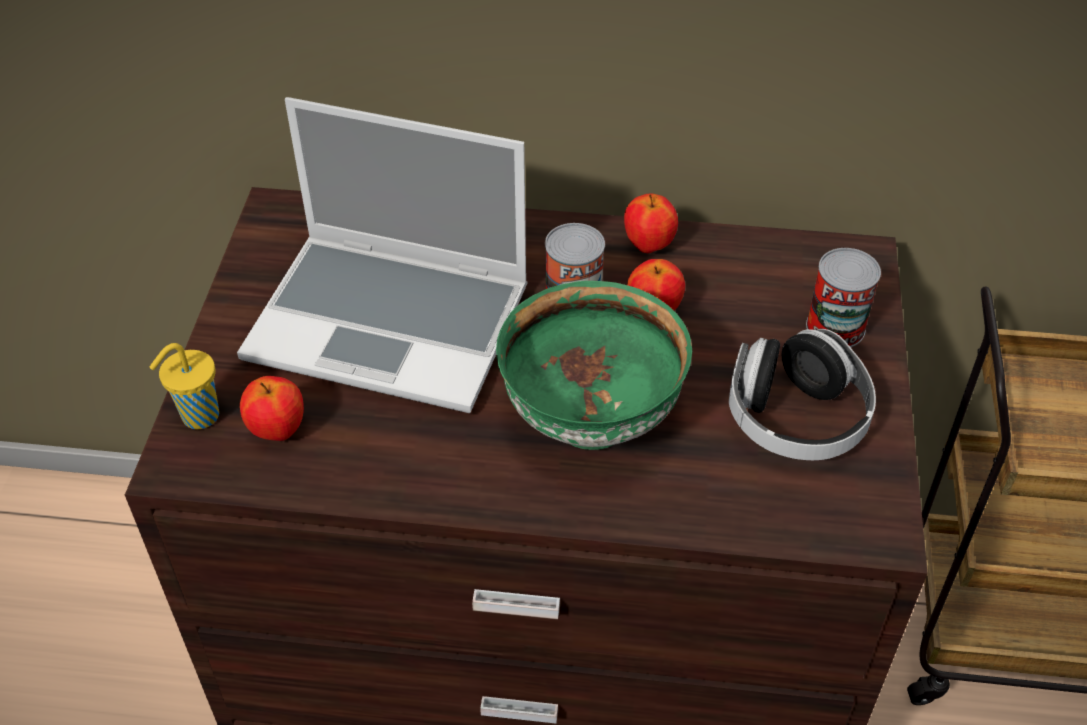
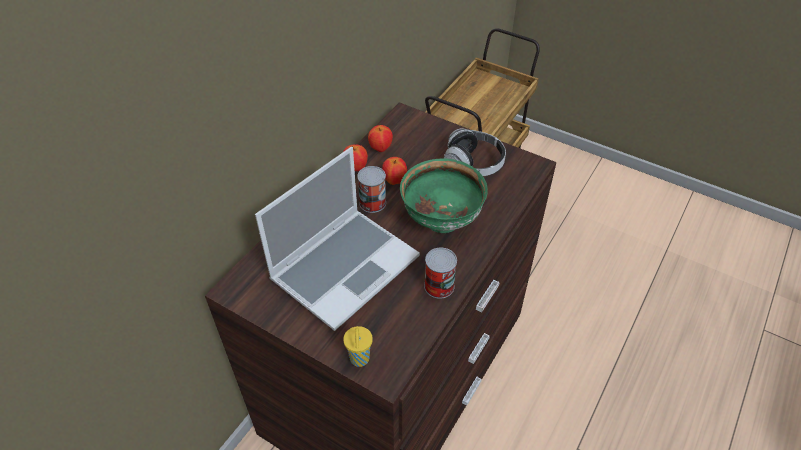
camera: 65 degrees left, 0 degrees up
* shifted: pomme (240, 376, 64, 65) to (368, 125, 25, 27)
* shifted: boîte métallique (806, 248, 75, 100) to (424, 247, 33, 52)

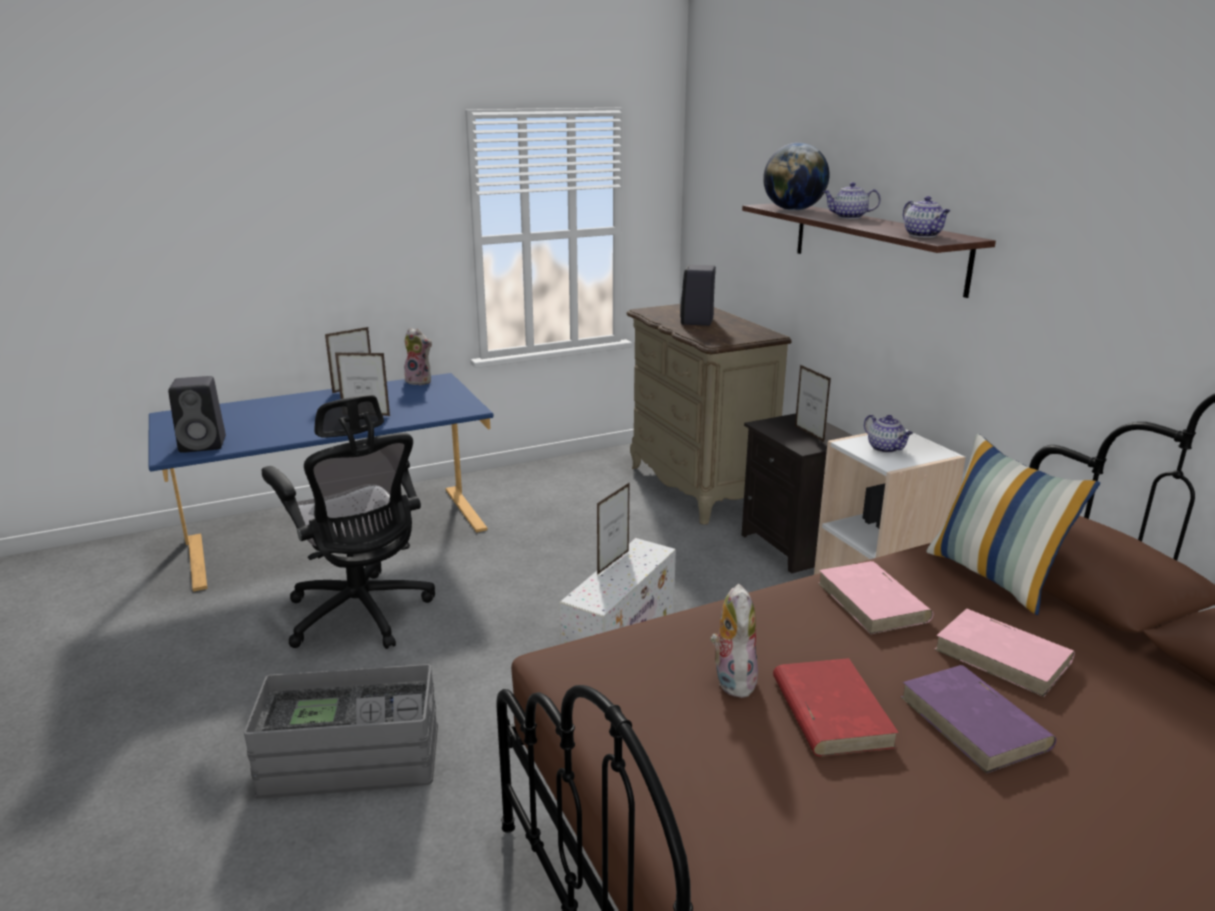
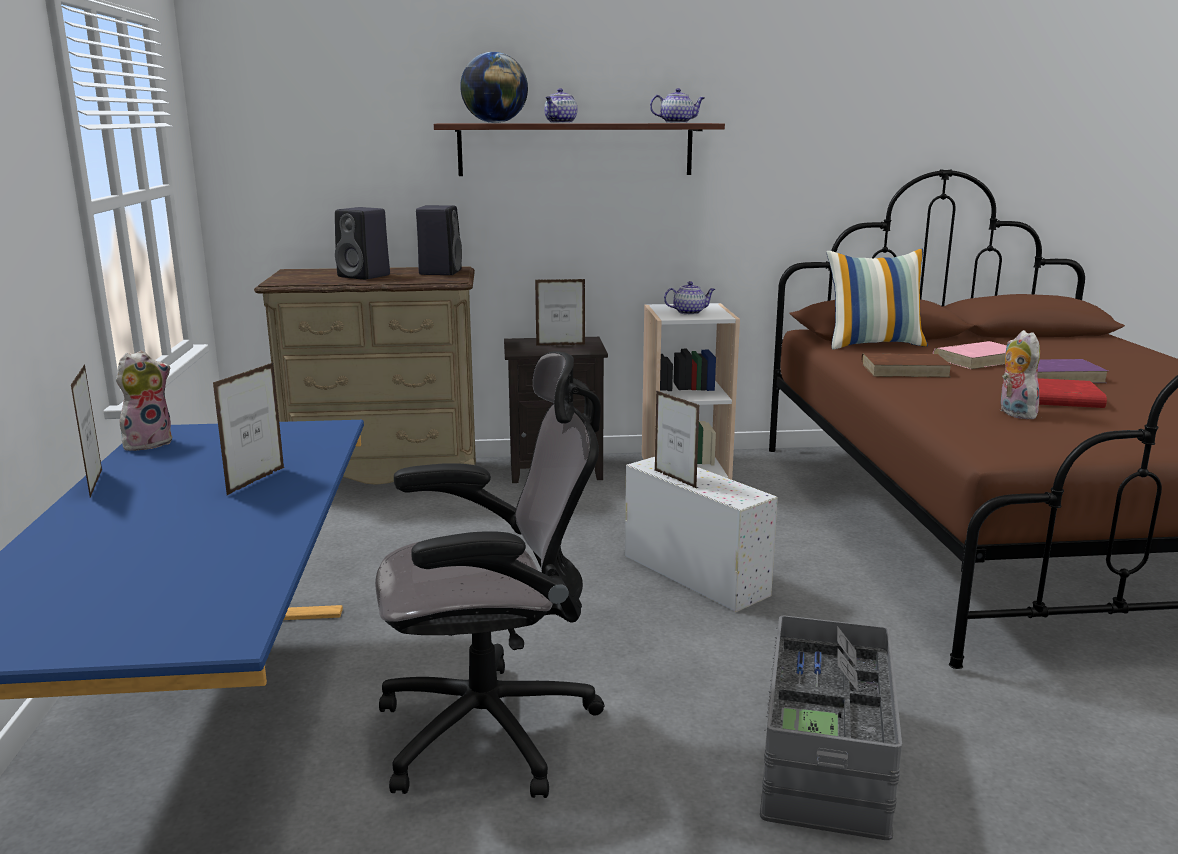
camera: 70 degrees left, 5 degrees down
* shifted: enceinte (noir) (168, 376, 58, 77) to (416, 205, 46, 70)
* repainted: livre (rose) (818, 561, 115, 74) to livre (marron) (861, 353, 91, 24)
* rotated: peluche (710, 584, 48, 114) = (1001, 330, 39, 89) 60 degrees clockwise

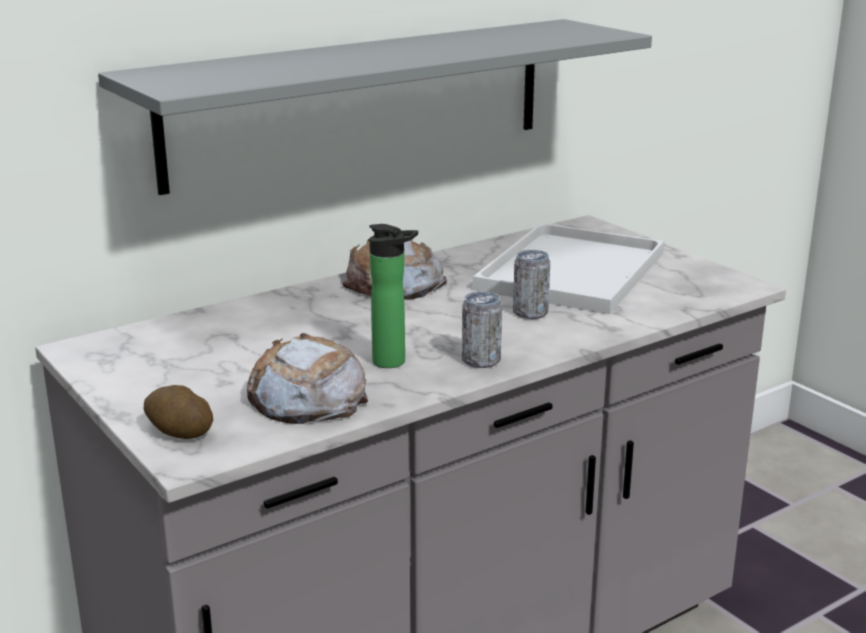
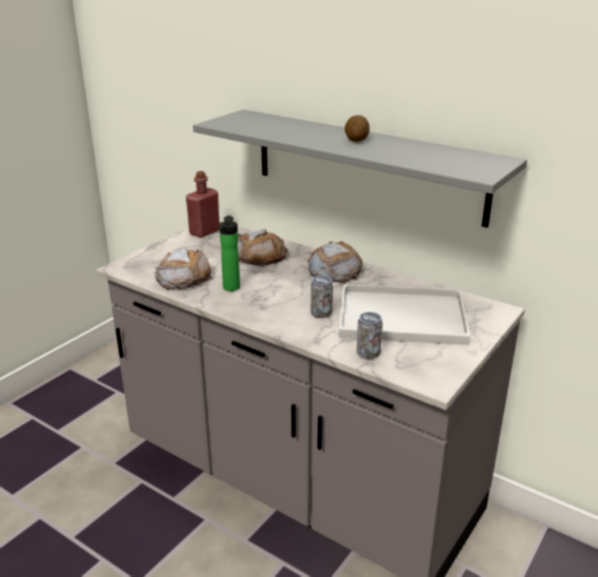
camera: 70 degrees right, 5 degrees up
* new: bouteille (rouge) (186, 171, 34, 67)
* new: pain (238, 229, 50, 38)
* shifted: pomme de terre (144, 385, 69, 54) to (345, 115, 25, 27)
* shifted: boîte métallique (462, 291, 40, 77) to (357, 312, 26, 47)

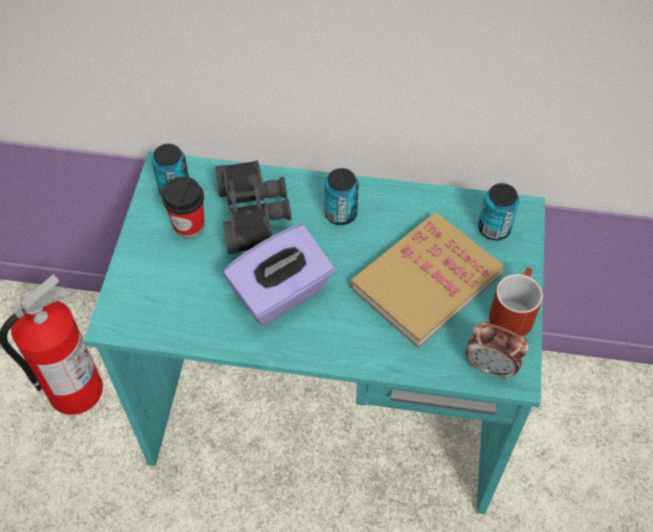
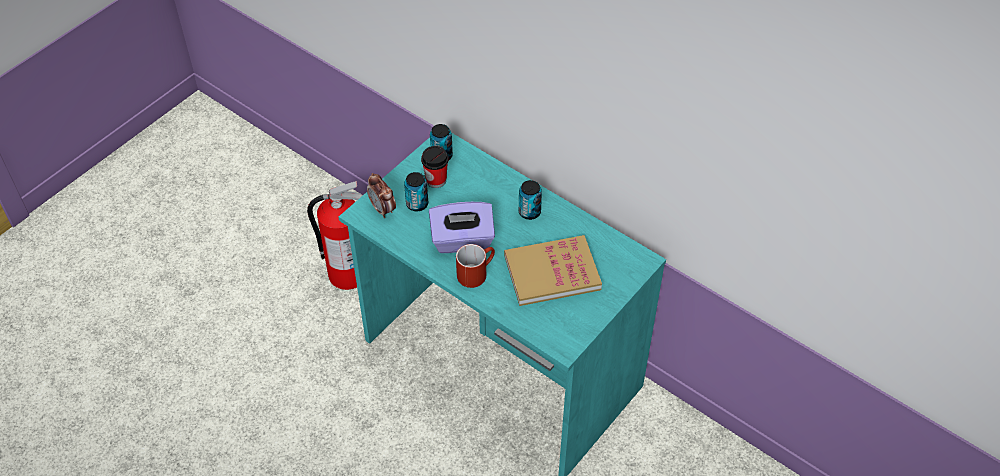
camera: 30 degrees right, 5 degrees down
* gone: jumelles (noir) (215, 160, 76, 94)
* shifted: réveil (466, 322, 63, 58) to (367, 173, 29, 45)
* shifted: boîte métallique (478, 183, 41, 57) to (404, 172, 24, 39)
* shifted: mug (rouge) (489, 268, 54, 68) to (456, 244, 39, 44)

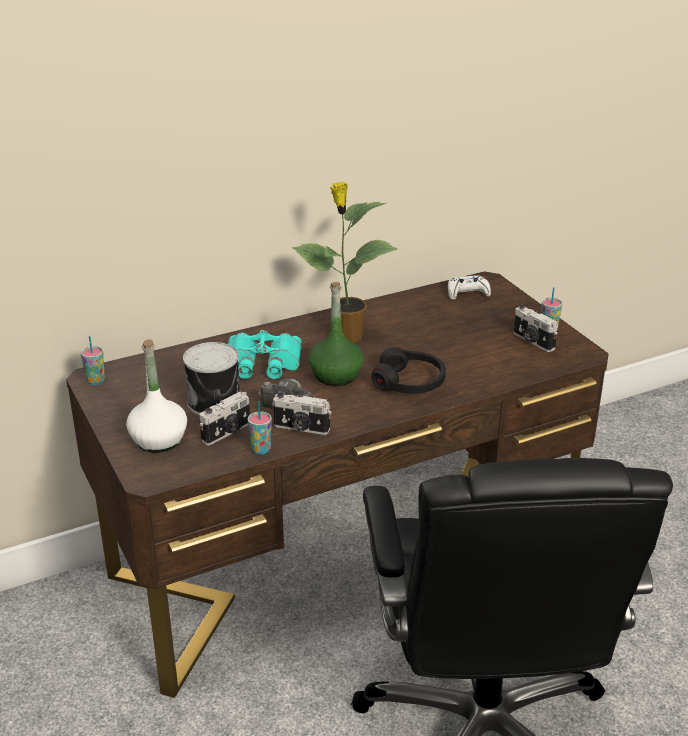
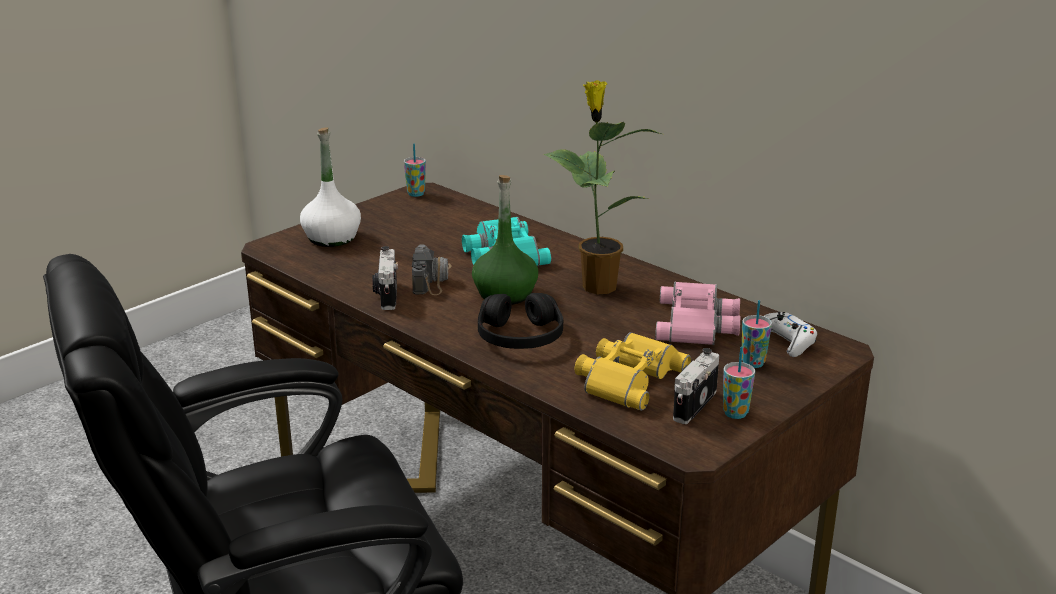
camera: 70 degrees right, 5 degrees down
* gone: boîte métallique (183, 342, 57, 73)
* gone: appareil photo (199, 392, 51, 53)
* new: jumelles (jaune) (575, 332, 116, 79)
* new: jumelles (rose) (655, 282, 85, 63)
* shifted: tasse (248, 401, 24, 54) to (742, 300, 30, 68)

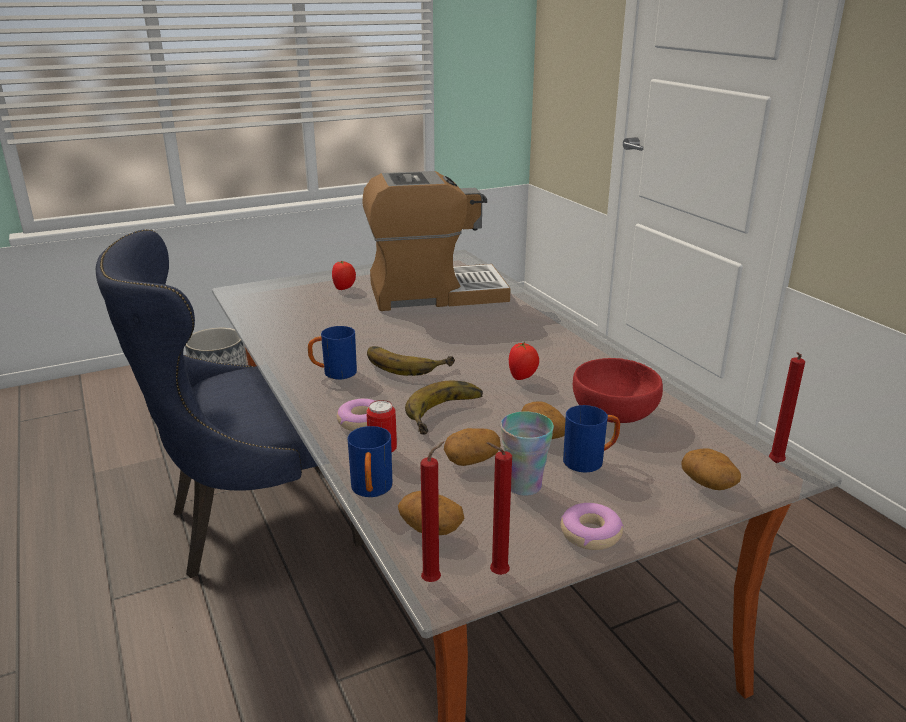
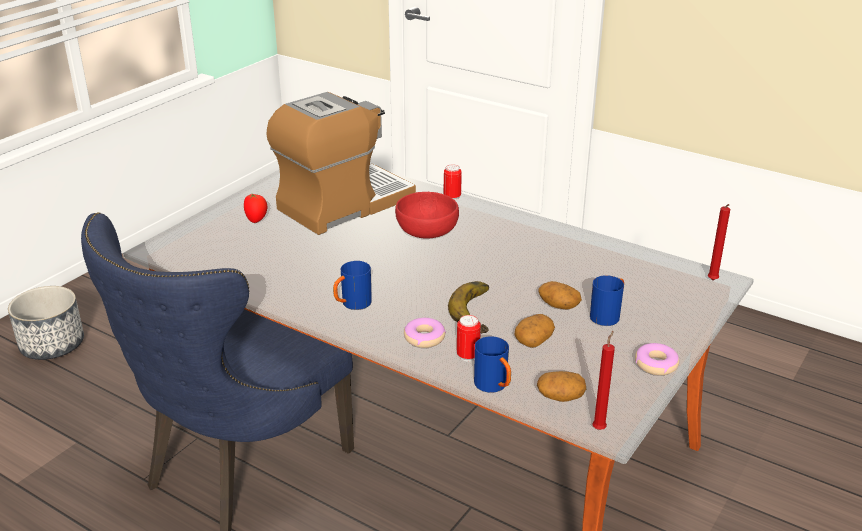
camera: 30 degrees left, 5 degrees up
* gone: banane (367, 346, 88, 30)
* gone: bougie (rouge) (487, 442, 25, 133)
* gone: tasse (501, 412, 53, 84)
* gone: tomate (509, 342, 30, 38)
* gone: pomme de terre (681, 448, 60, 42)
* new: boîte métallique (444, 164, 18, 36)
* shifted: bol (rouge) (573, 358, 90, 65) to (395, 192, 64, 46)

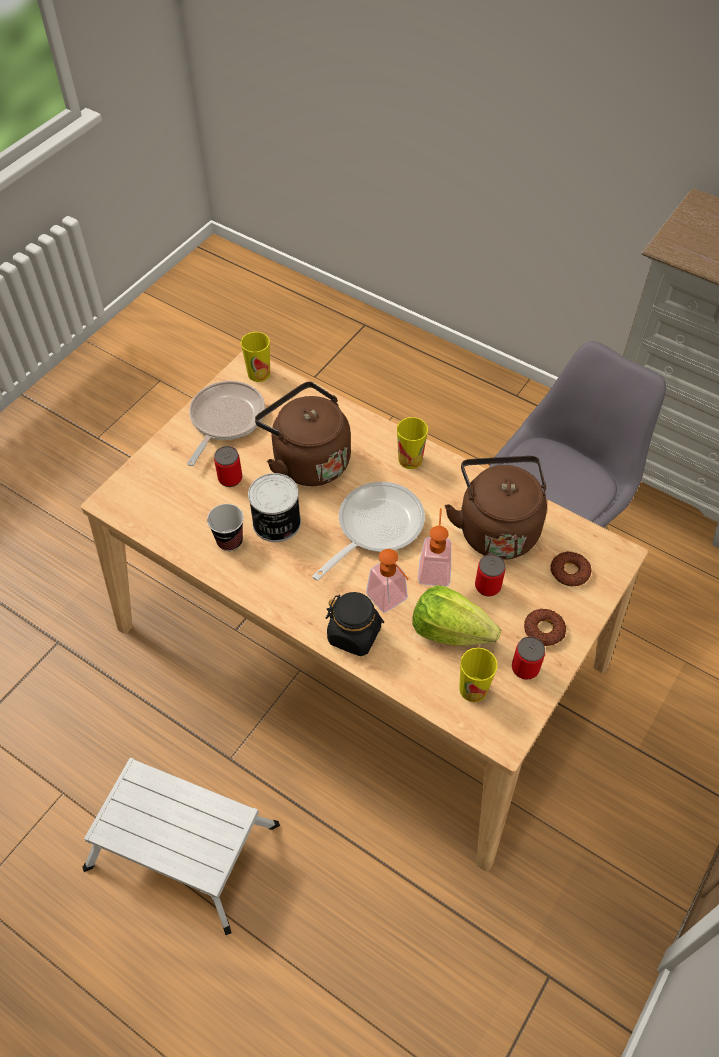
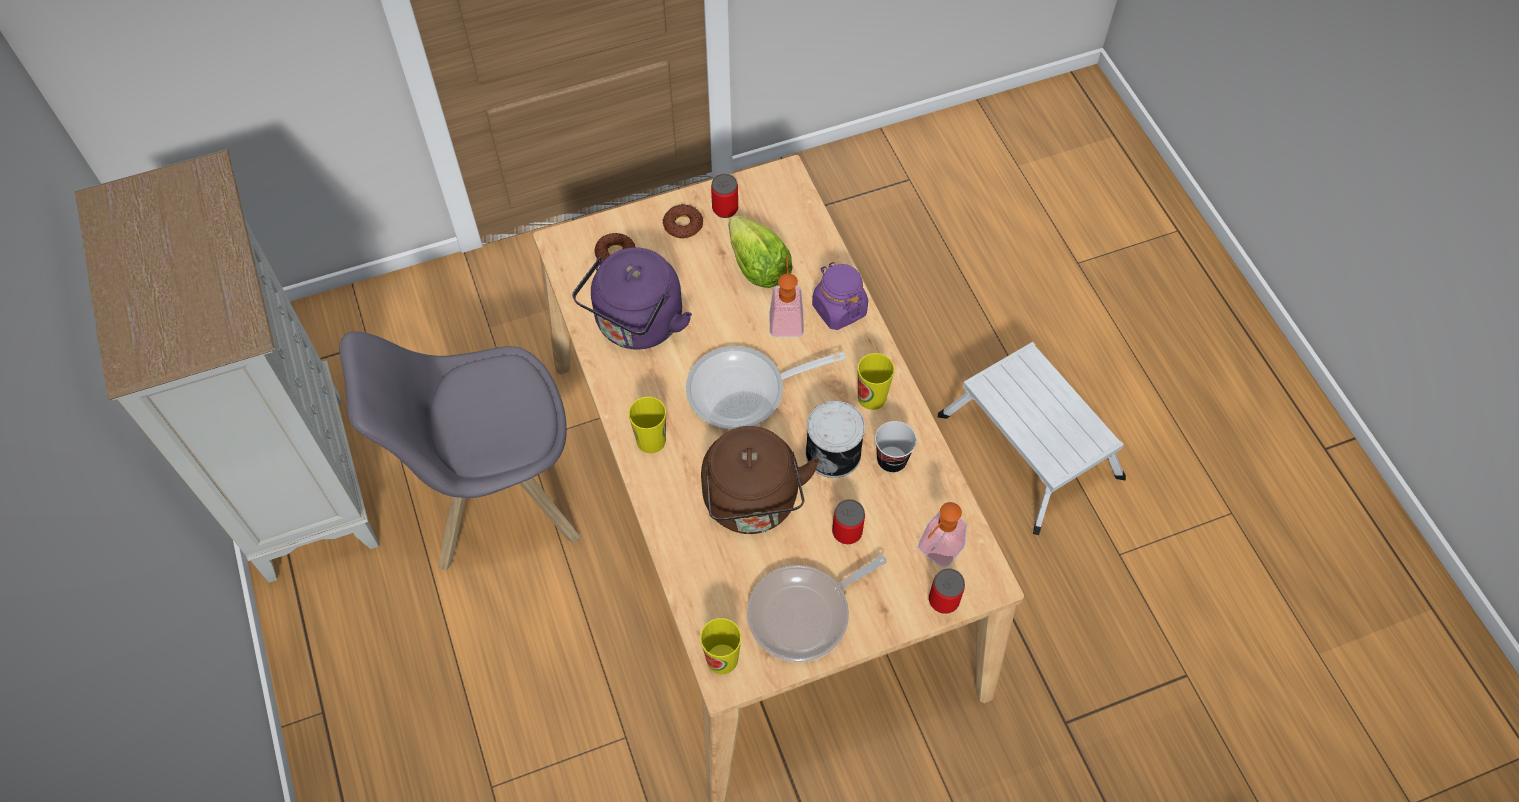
camera: 145 degrees left, 5 degrees up
* shifted: distributeur de savon (418, 508, 33, 78) to (918, 502, 49, 66)
* shifted: tasse (459, 647, 39, 55) to (858, 353, 37, 57)
* shifted: boîte métallique (475, 554, 31, 42) to (929, 568, 36, 46)
* repainted: bocal (noir) (326, 592, 58, 64) to bocal (violet) (812, 262, 56, 68)
* repainted: bouilloire (marron) (445, 456, 102, 104) to bouilloire (violet) (572, 247, 120, 103)

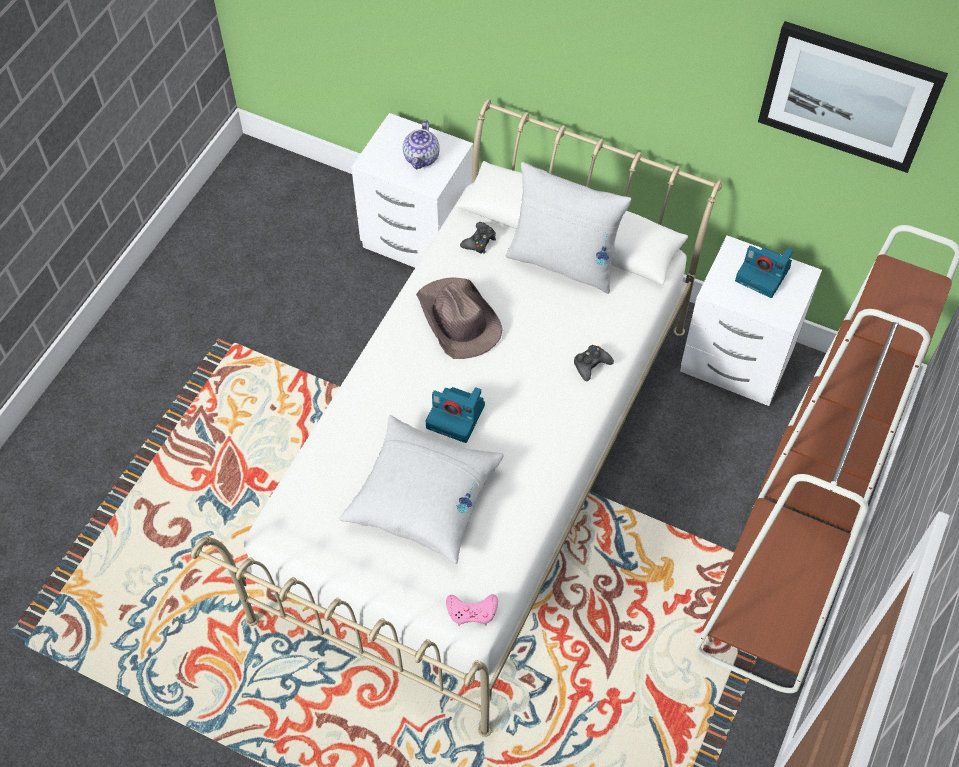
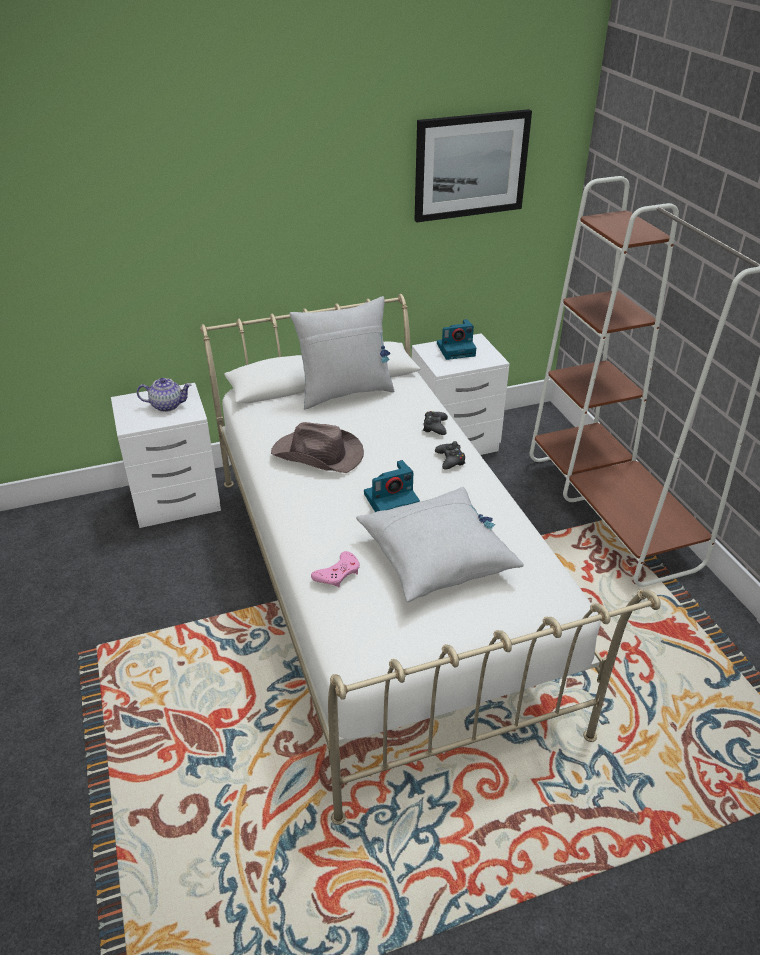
camera: 45 degrees left, 20 degrees down
* shifted: manette (rose) (446, 594, 52, 32) to (311, 551, 49, 37)
* shifted: manette (noir) (460, 222, 36, 32) to (435, 441, 30, 29)
* rotated: théière (403, 120, 37, 49) = (137, 378, 55, 34) 60 degrees counterclockwise

